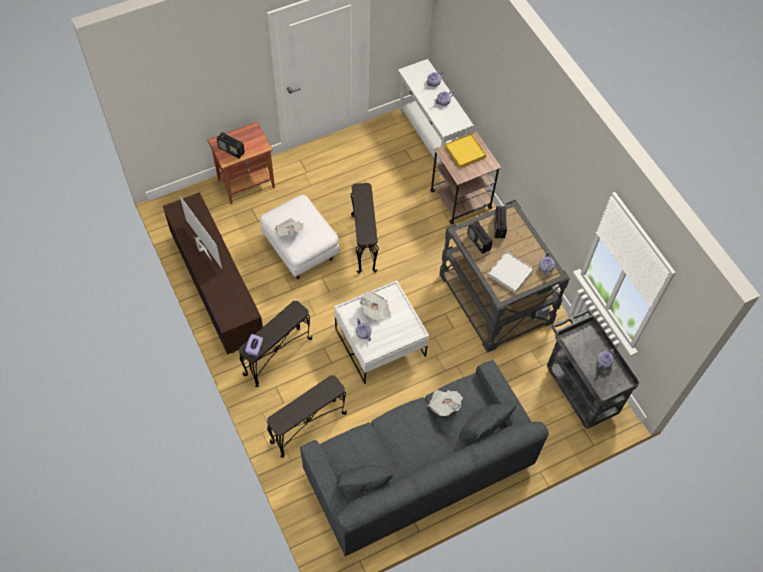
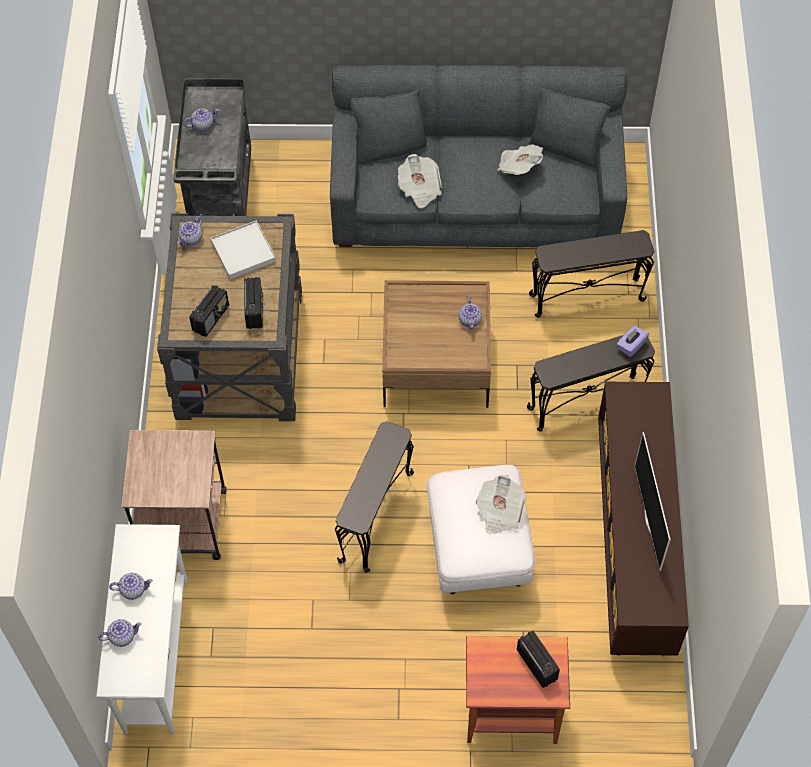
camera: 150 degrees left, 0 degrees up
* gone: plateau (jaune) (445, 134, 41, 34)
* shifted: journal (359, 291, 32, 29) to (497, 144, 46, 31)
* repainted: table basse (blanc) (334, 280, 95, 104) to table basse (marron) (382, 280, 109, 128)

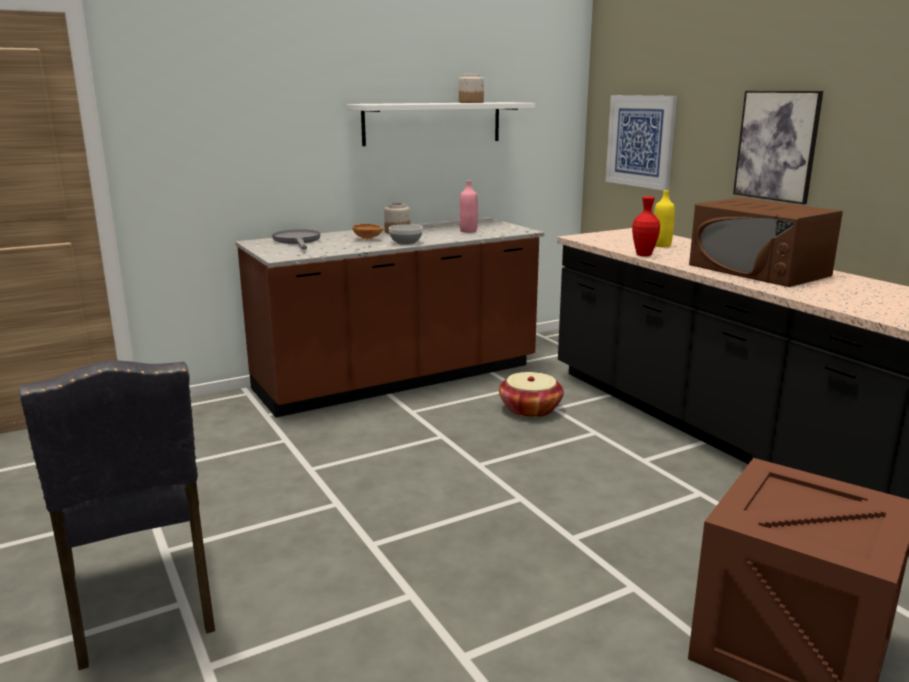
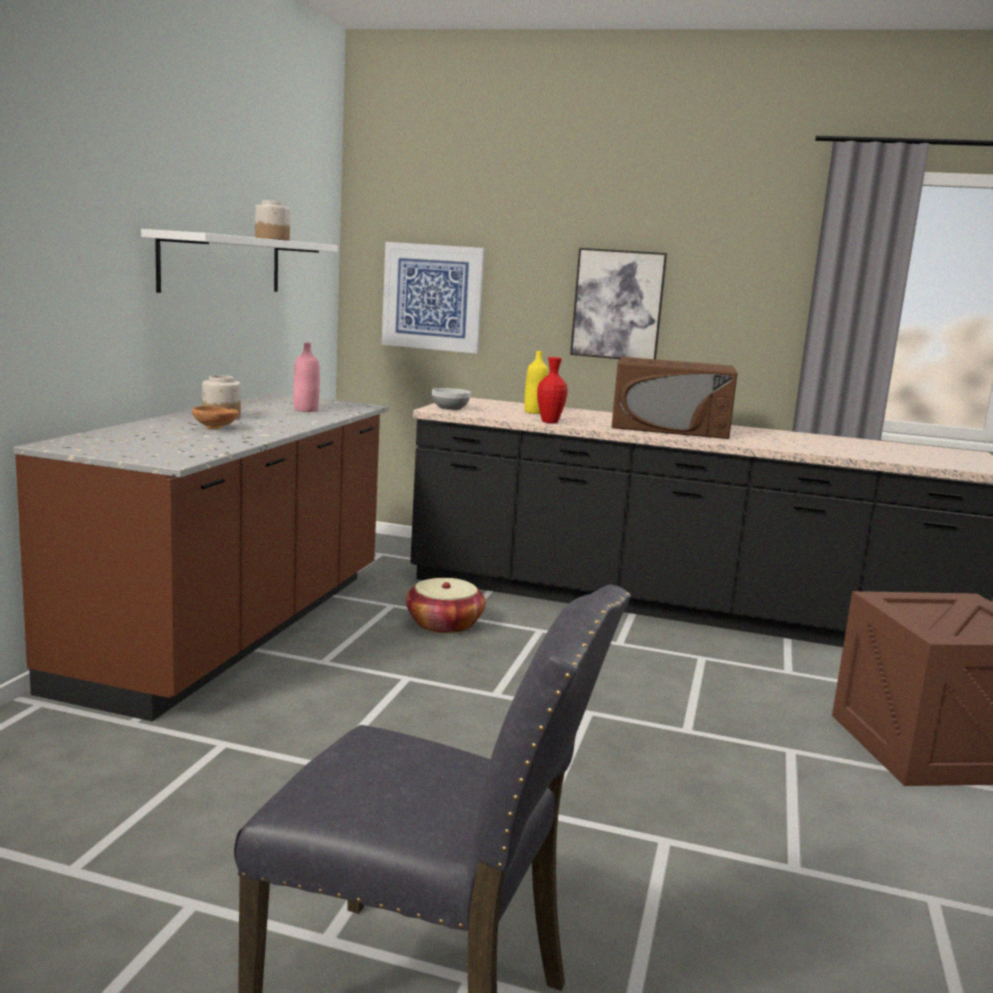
camera: 45 degrees left, 5 degrees down
* gone: poêle (gris) (272, 229, 48, 21)
* shifted: bol (389, 224, 34, 21) to (432, 388, 39, 22)

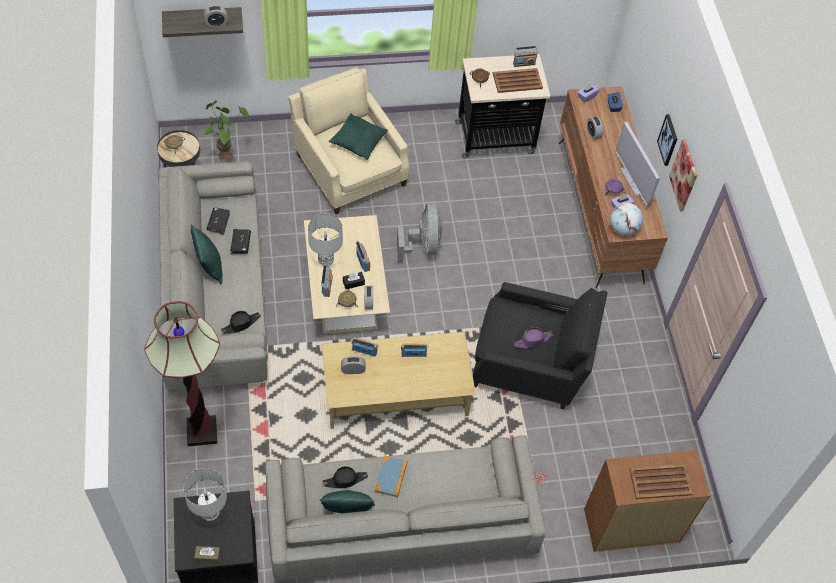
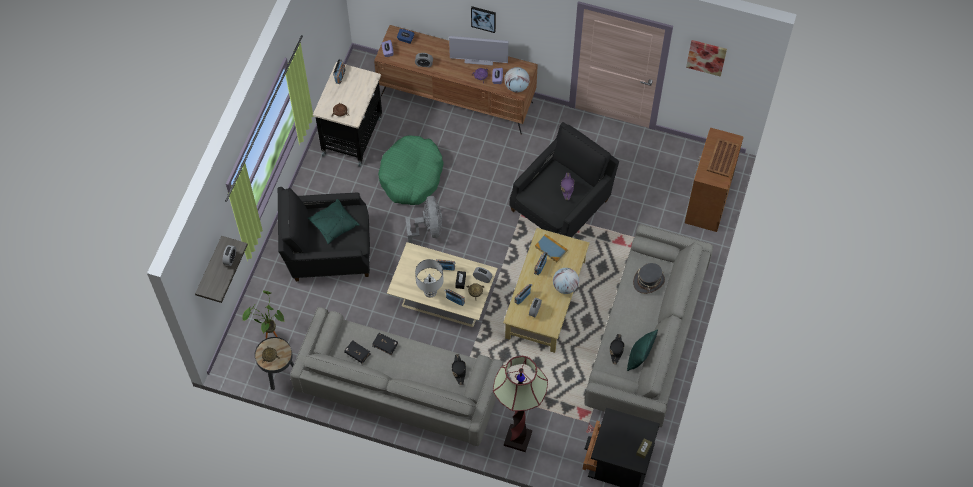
camera: 60 degrees left, 5 degrees up
* gone: lampe de table (blanc) (183, 468, 44, 53)
* gone: coussin (vert) (191, 225, 32, 59)
* gone: plateau (marron) (493, 68, 50, 25)
* new: panier pour chien (vert) (378, 135, 66, 70)
* new: globe (553, 268, 26, 26)
* new: chapeau (gris) (633, 263, 32, 31)
* shifted: livre (375, 455, 32, 43) to (535, 234, 33, 28)
* shifted: tableau (669, 139, 28, 73) to (686, 40, 41, 37)
* repainted: fauteuil (beige) (289, 67, 120, 147) to fauteuil (noir) (278, 187, 92, 94)
* rotated: ventilateur (gris) (397, 203, 45, 59) = (405, 196, 37, 48) 60 degrees clockwise

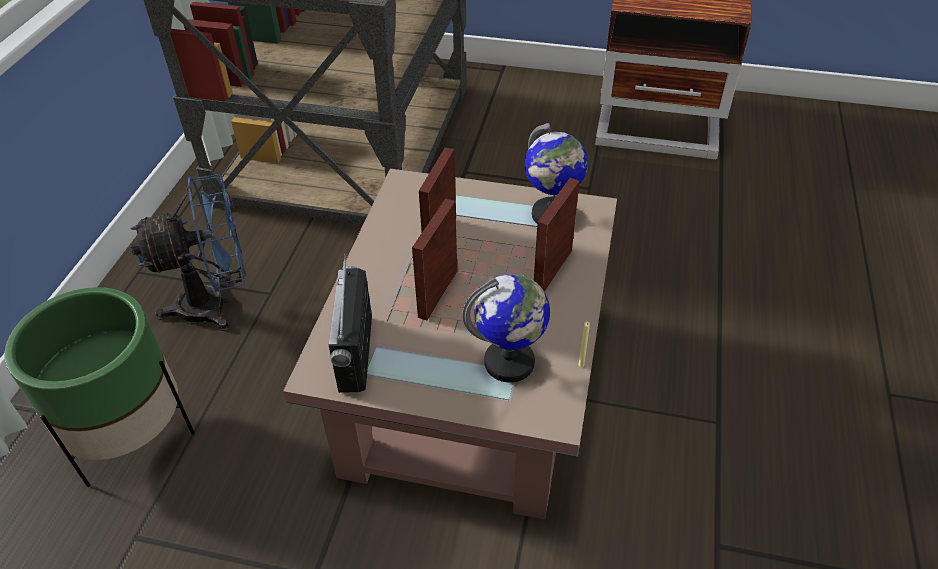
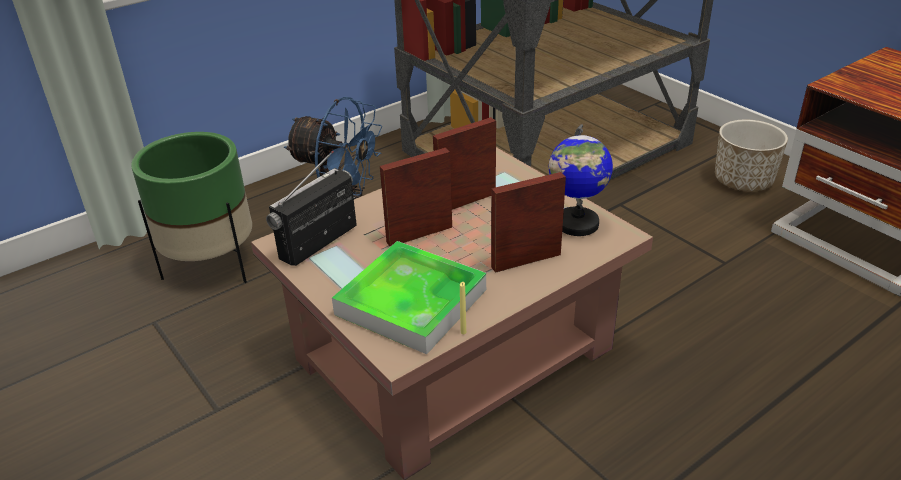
camera: 40 degrees right, 10 degrees down
* new: cache-pot (715, 120, 73, 72)
* swapped: globe (462, 274, 88, 109) to plateau (332, 241, 154, 113)

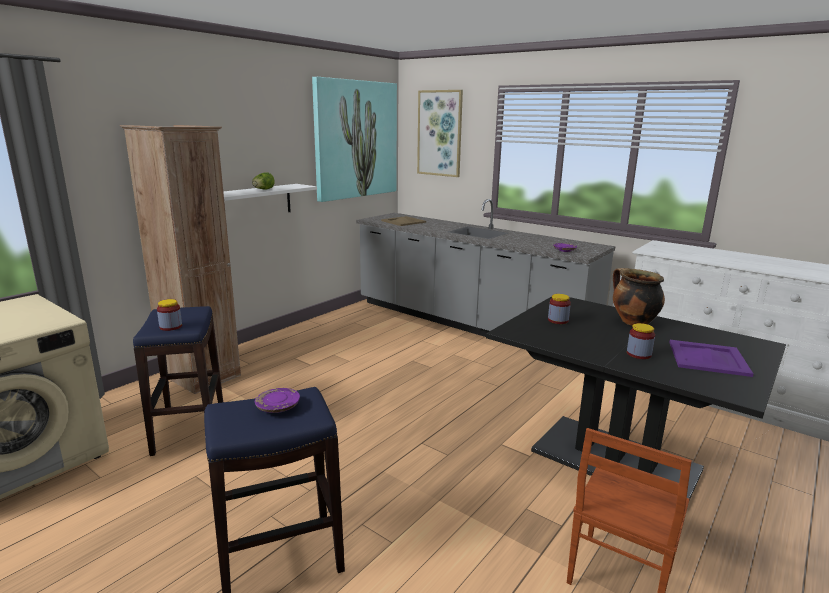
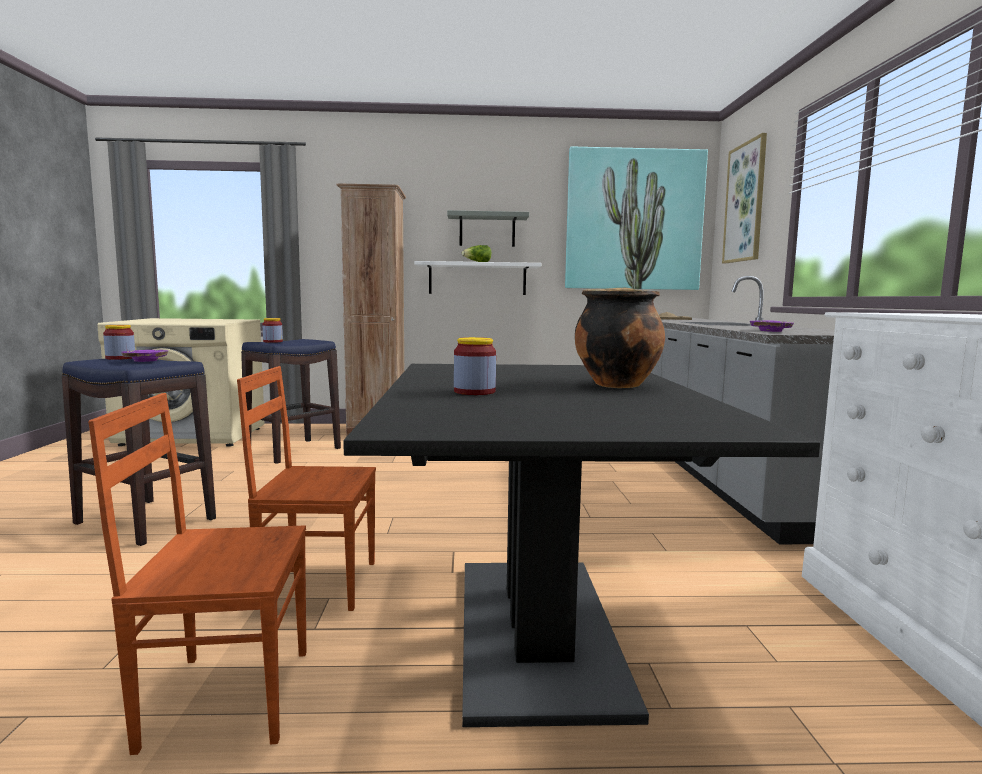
camera: 50 degrees right, 10 degrees down
* gone: plateau (violet) (669, 340, 84, 37)
* new: chaise (marron) (237, 366, 139, 245)
* new: étagère (gris) (447, 210, 82, 37)
* shifted: bocal (548, 294, 23, 30) to (103, 325, 32, 35)

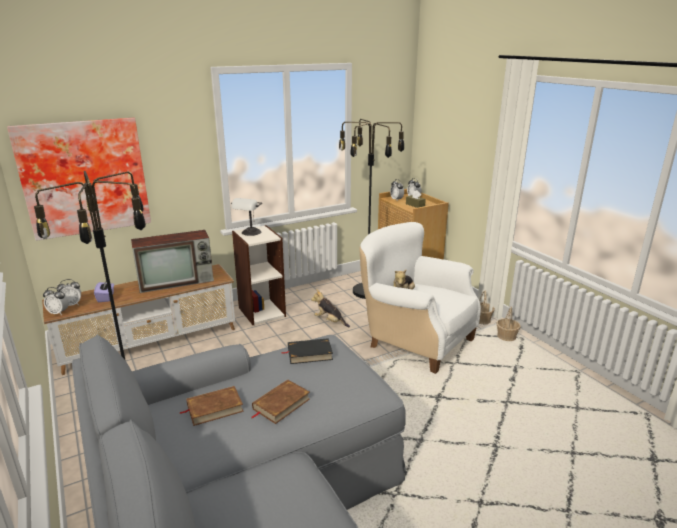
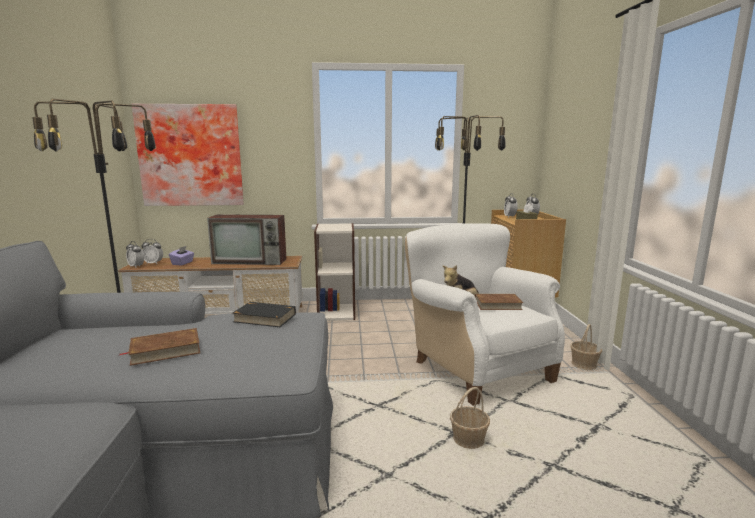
camera: 25 degrees right, 10 degrees down
* gone: lampe de table (231, 198, 31, 38)
* gone: peluche (311, 289, 39, 38)
* shifted: livre (marron) (180, 386, 64, 40) to (475, 294, 48, 16)
* shifted: panier (496, 306, 24, 35) to (450, 387, 40, 62)

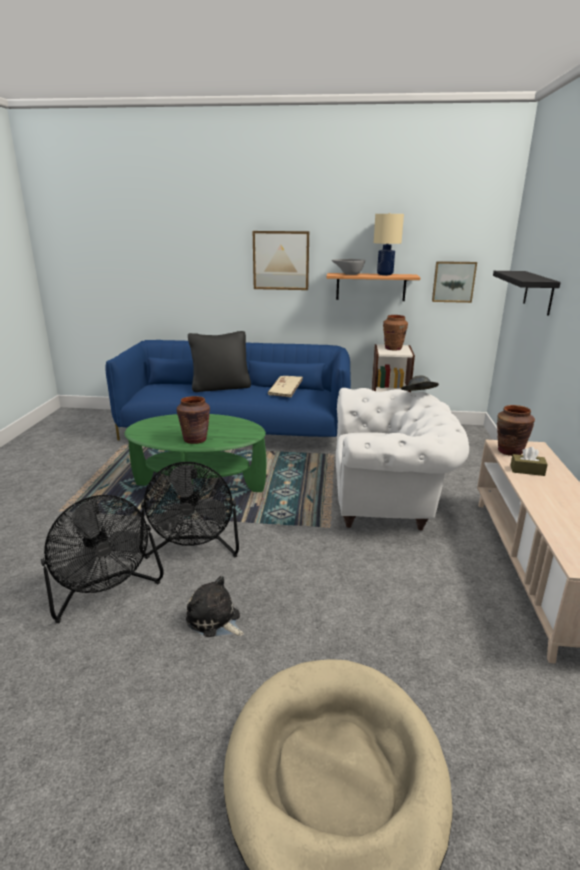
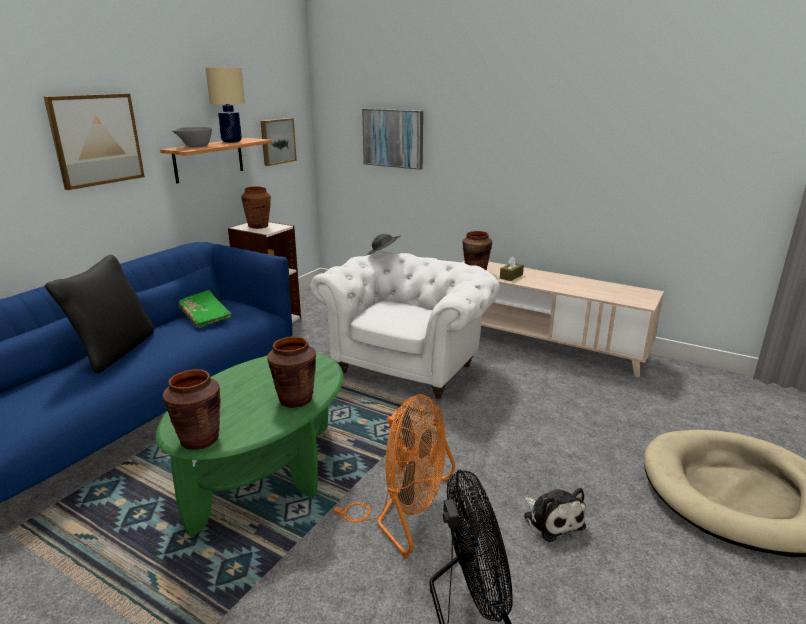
camera: 65 degrees left, 0 degrees up
* new: vase (marron) (163, 369, 58, 81)
* swapped: étagère (noir) (493, 271, 68, 45) to tableau (362, 109, 61, 61)
* repainted: ventilateur (noir) (139, 462, 100, 97) to ventilateur (orange) (333, 394, 122, 165)
* repainted: livre (beige) (268, 376, 35, 21) to livre (vert) (178, 290, 54, 38)
* rotated: peluche (186, 576, 58, 61) = (524, 488, 62, 54) 90 degrees counterclockwise

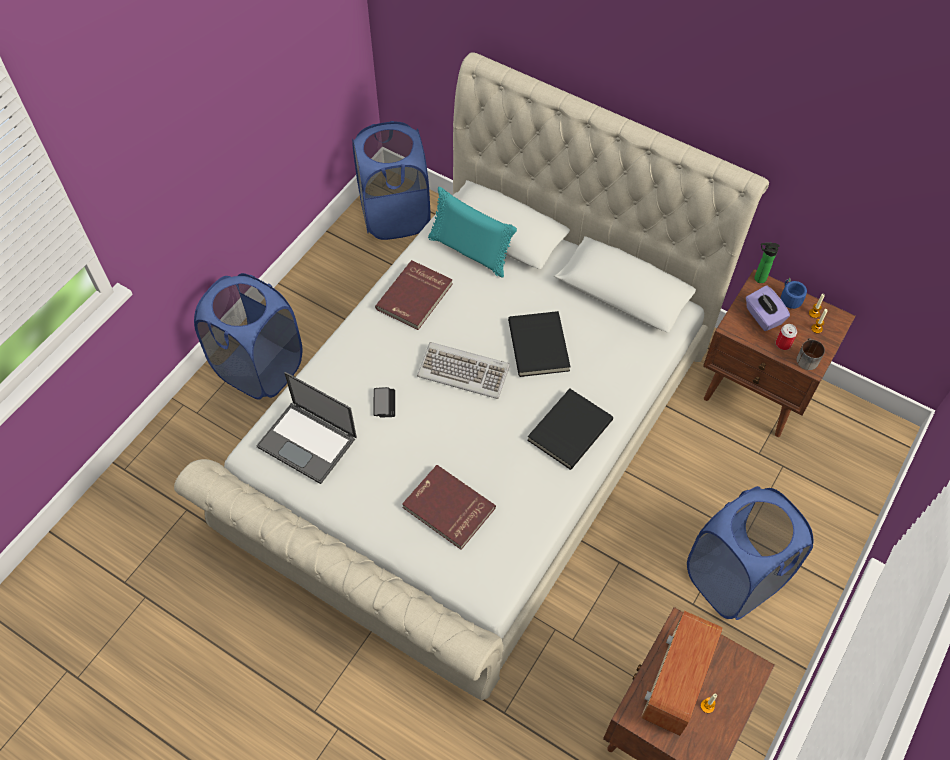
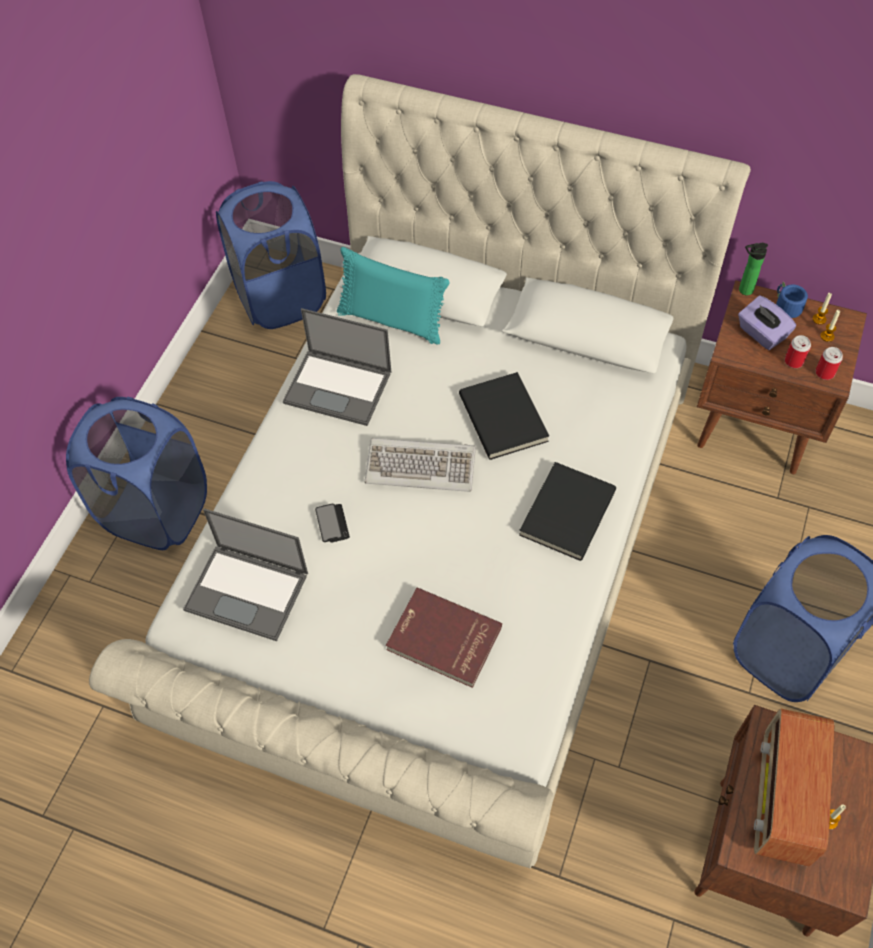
camera: 10 degrees left, 0 degrees up
* swapped: livre (rouge) (375, 260, 78, 70) to ordinateur portable (283, 308, 108, 118)
* swapped: mug (796, 338, 29, 32) to boîte métallique (816, 347, 27, 33)

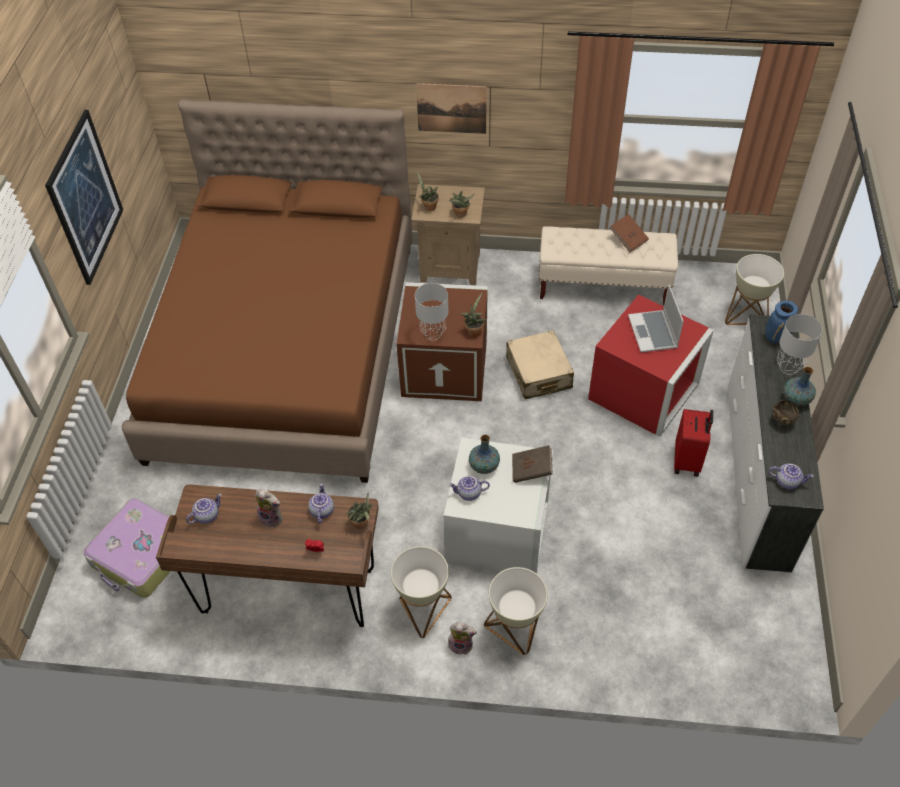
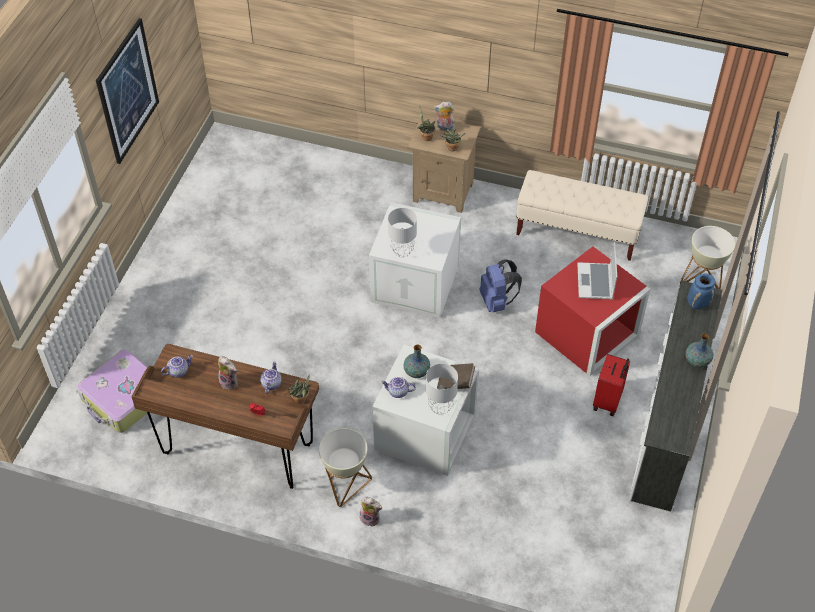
camera: 10 degrees right, 0 degrees up
* gone: lit (marron) (122, 99, 290, 384)
* gone: tableau (416, 83, 71, 51)
* gone: plante en pot (460, 293, 26, 44)
* gone: cache-pot (484, 567, 64, 88)
* gone: livre (marron) (610, 214, 39, 38)
* gone: théière (769, 464, 45, 25)
* gone: bol (marron) (773, 400, 26, 25)
* new: peluche (434, 102, 21, 31)
* shifted: lampe de table (gris) (777, 314, 45, 61) to (426, 364, 32, 51)
* swapped: valise (beige) (506, 330, 68, 69) to sac à dos (bleu) (479, 259, 43, 53)
* repainted: boîte de rangement (marron) (396, 282, 92, 119) to boîte de rangement (blanc) (369, 202, 92, 116)

